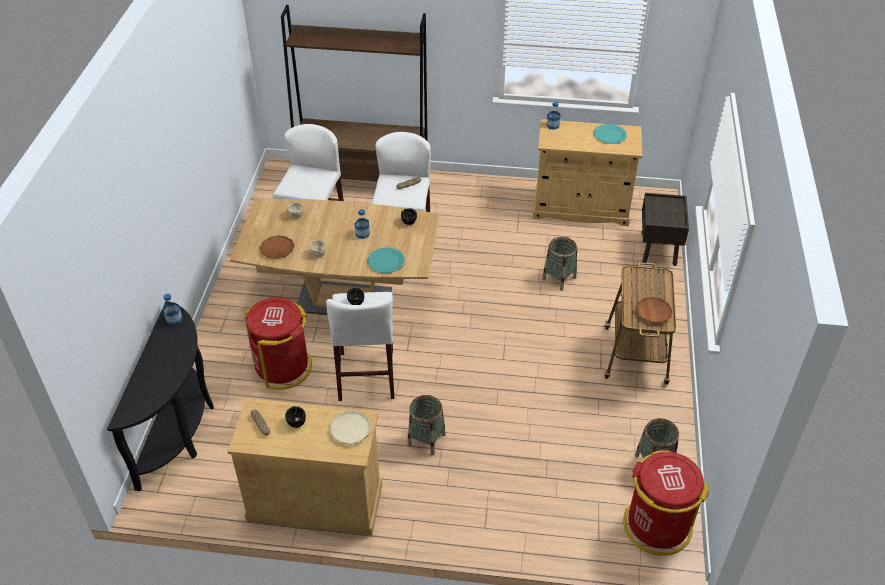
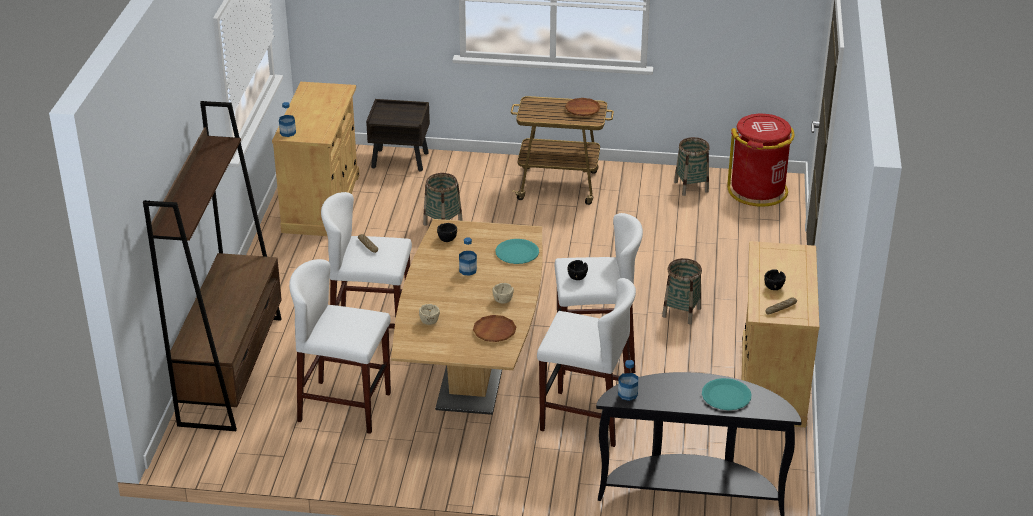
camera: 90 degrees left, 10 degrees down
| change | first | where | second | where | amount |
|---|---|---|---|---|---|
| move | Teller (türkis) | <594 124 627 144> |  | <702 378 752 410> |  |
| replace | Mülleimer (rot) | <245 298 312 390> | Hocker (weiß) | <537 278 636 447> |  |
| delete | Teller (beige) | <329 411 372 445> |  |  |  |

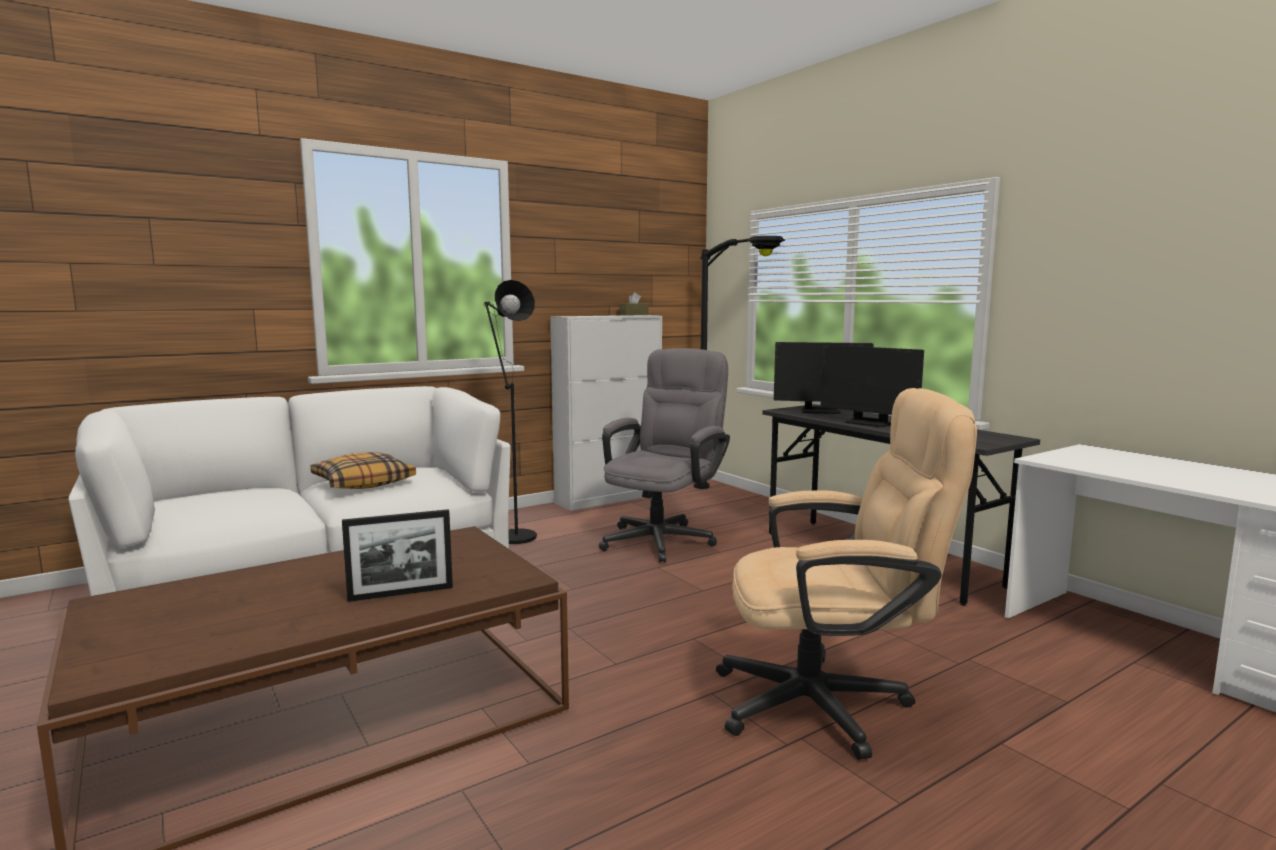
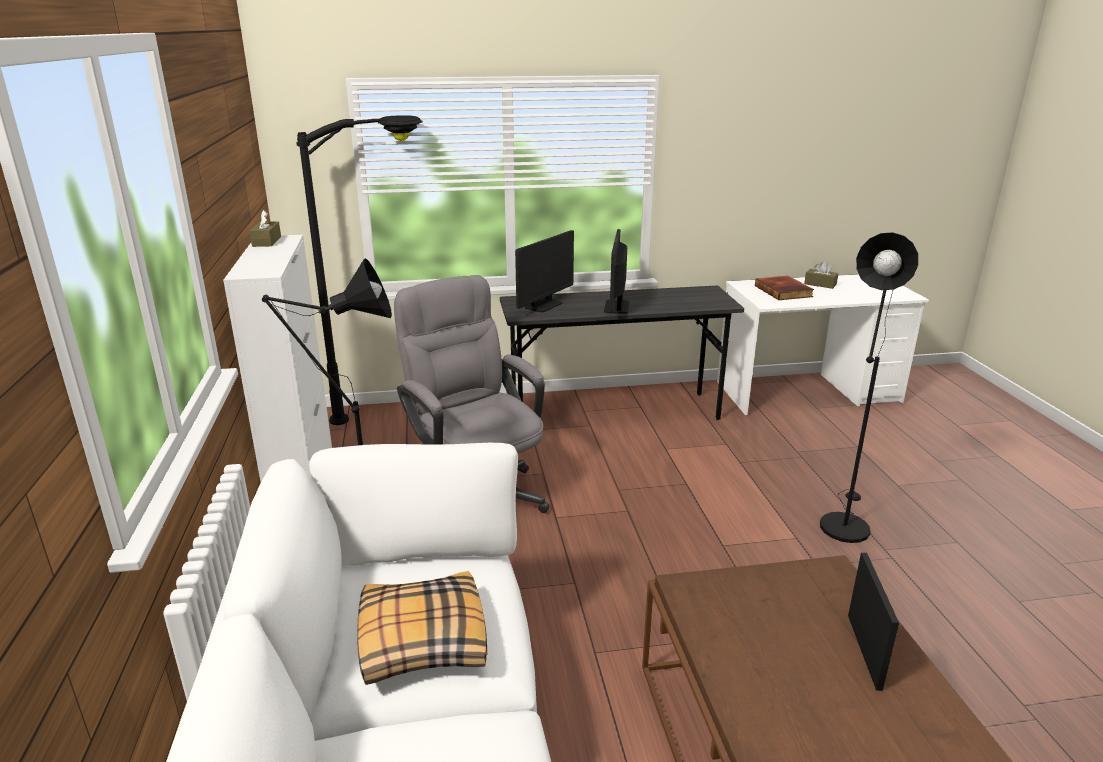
camera: 65 degrees left, 15 degrees up
| change | first | where | second | where | amount |
|---|---|---|---|---|---|
| rotate | Monitor | <821 345 924 427> |  | <604 229 629 314> | 120 degrees clockwise |
| replace | Bürostuhl (beige) | <716 388 977 760> | Stehlampe (schwarz) | <820 232 918 543> |  |
| insert |  |  | Taschentuchbox (braun) | <804 261 838 289> |  |
| insert |  |  | Buch | <755 276 814 300> |  |

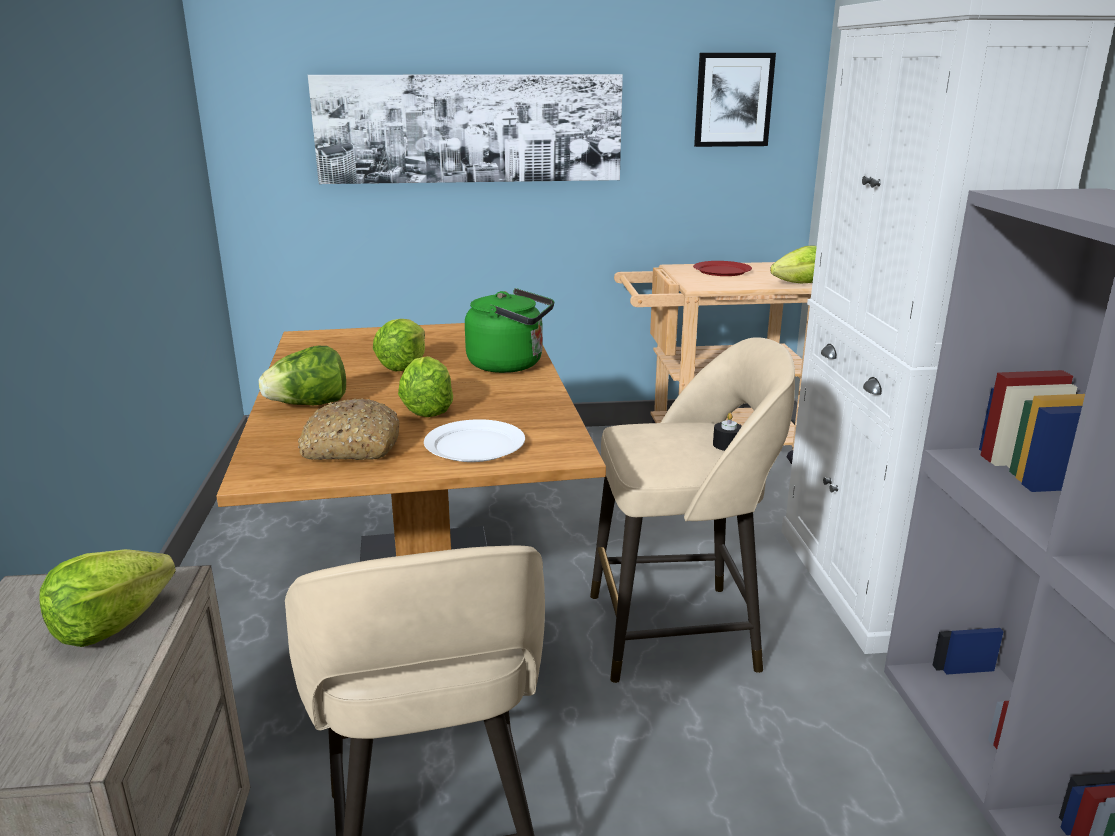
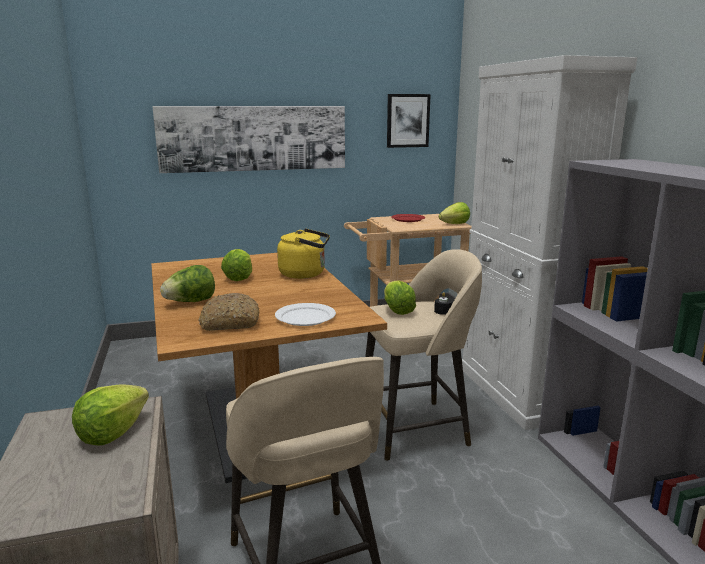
camera: 10 degrees left, 5 degrees down
| change | first | where | second | where | amount |
|---|---|---|---|---|---|
| recolor | Wasserkessel (grün) | <465 288 554 373> | Wasserkessel (gelb) | <277 229 330 279> |  |
| move | Salatkopf | <398 356 453 417> |  | <384 281 416 315> |  |

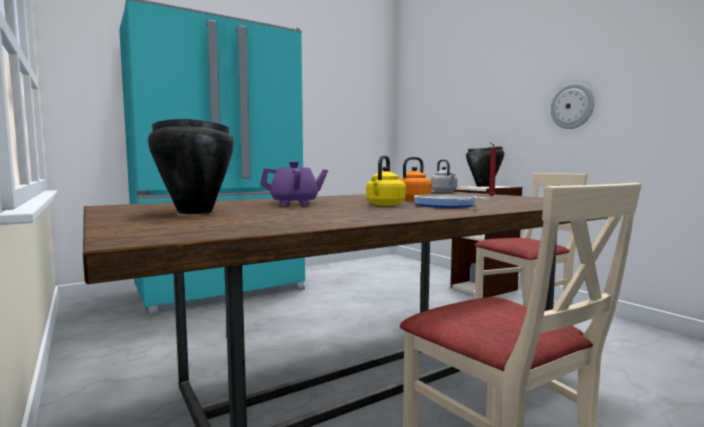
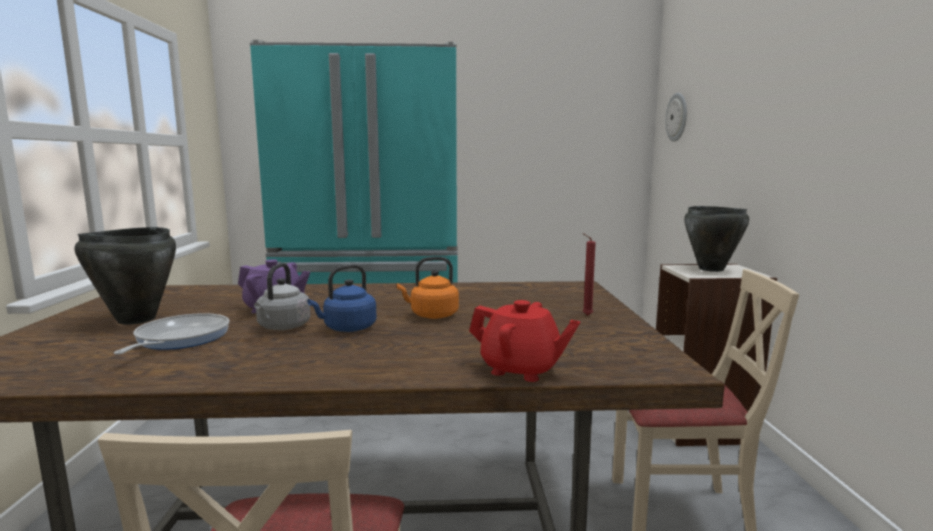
camera: 30 degrees right, 5 degrees up
| change | first | where | second | where | amount |
|---|---|---|---|---|---|
| move | Wanduhr | <551 83 594 129> |  | <665 93 687 142> |  |
| recolor | Wasserkessel (gelb) | <366 155 406 206> | Wasserkessel (blau) | <307 264 377 332> |  |
| move | Wasserkessel (grau) | <431 159 457 192> |  | <254 263 311 330> |  |
| move | Pfanne | <414 194 489 208> |  | <114 313 230 355> |  |
| insert |  |  | Teekanne (rot) | <469 300 580 382> |  |

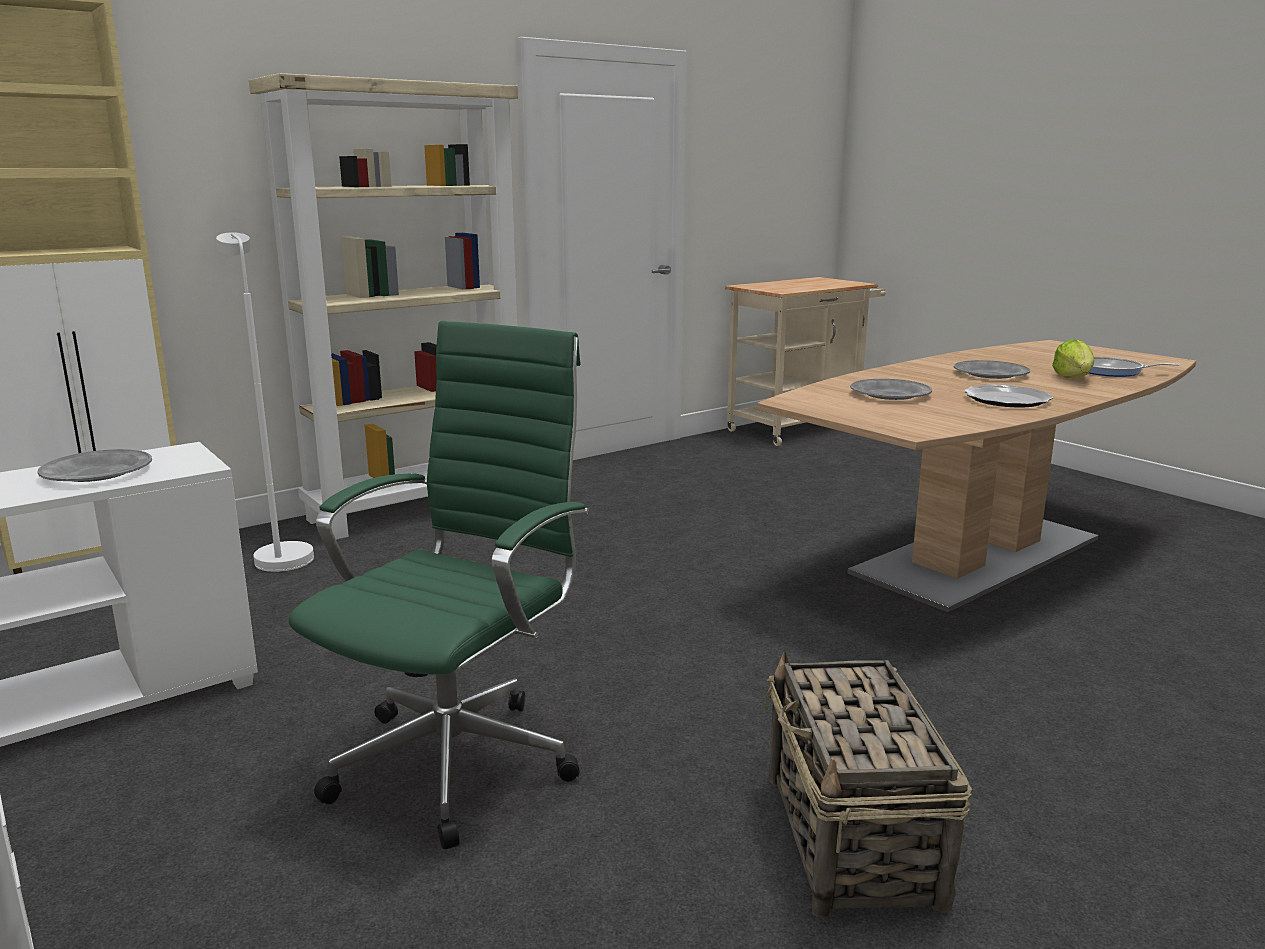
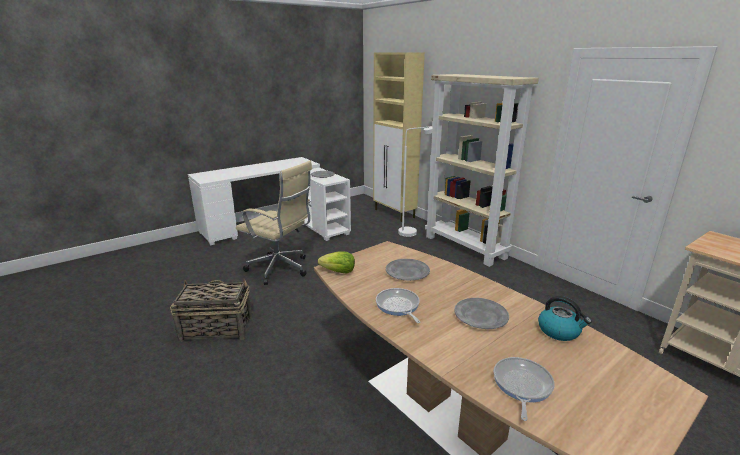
camera: 90 degrees right, 5 degrees up
| change | first | where | second | where | amount |
|---|---|---|---|---|---|
| recolor | Bürostuhl (grün) | <289 321 589 849> | Bürostuhl (beige) | <236 160 312 285> |  |
| move | Salatkopf | <1052 339 1095 378> |  | <318 252 355 274> |  |
| replace | Teller | <964 385 1053 407> | Pfanne | <376 288 420 323> |  |
| insert |  |  | Wasserkessel | <538 296 592 341> |  |

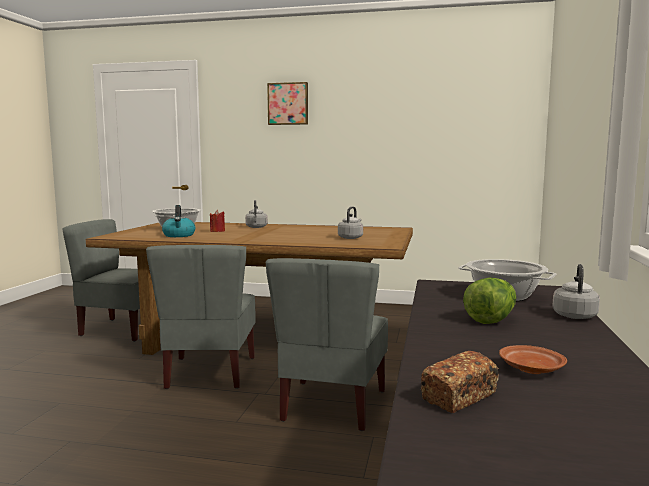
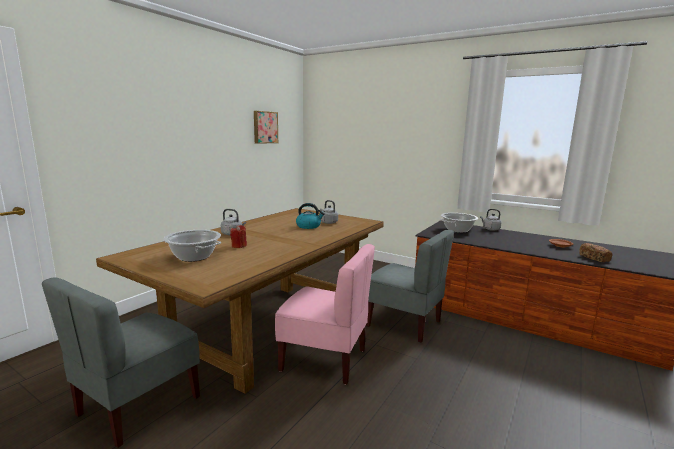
camera: 70 degrees left, 5 degrees up
| change | first | where | second | where | amount |
|---|---|---|---|---|---|
| move | Bild | <267 82 308 125> |  | <254 111 278 144> |  |
| move | Wasserkessel | <162 205 196 237> |  | <296 203 325 229> |  |
| recolor | Stuhl (grau) | <146 245 255 389> | Stuhl (rosa) | <275 244 375 385> |  |
| delete | Salatkopf | <463 278 517 324> |  |  |  |

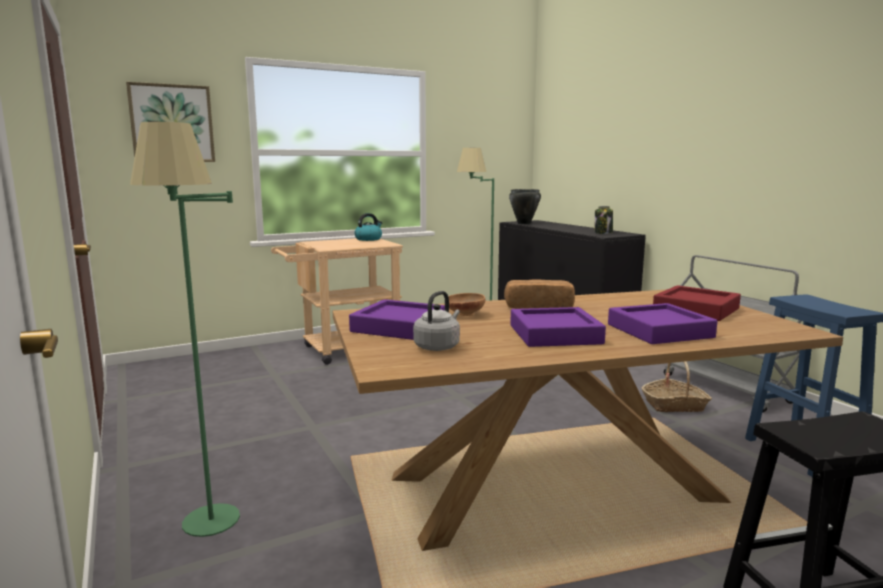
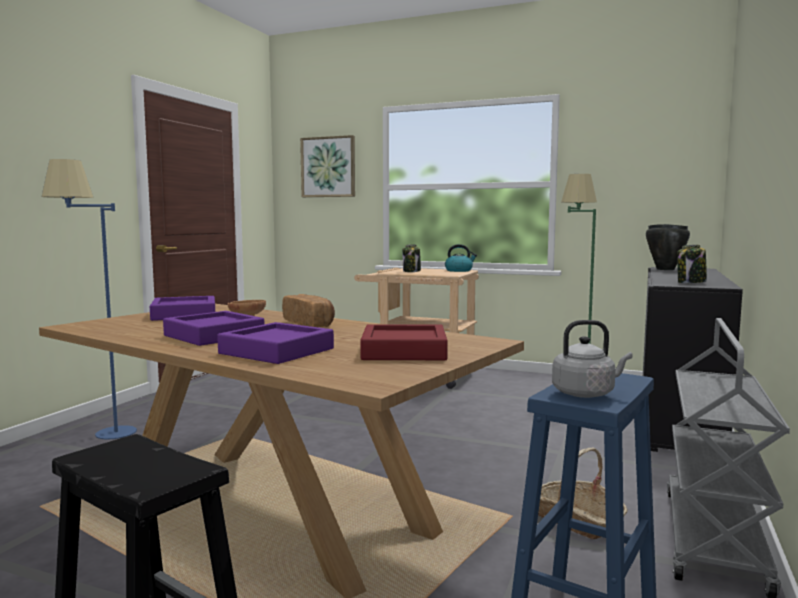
camera: 50 degrees right, 5 degrees down
| change | first | where | second | where | amount |
|---|---|---|---|---|---|
| recolor | Stehlampe (grün) | <130 122 240 537> | Stehlampe (blau) | <42 159 137 439> |  |
| move | Wasserkessel (grau) | <413 291 460 351> |  | <552 320 633 398> |  |
| insert |  |  | Vorratsglas | <402 244 421 272> |  |

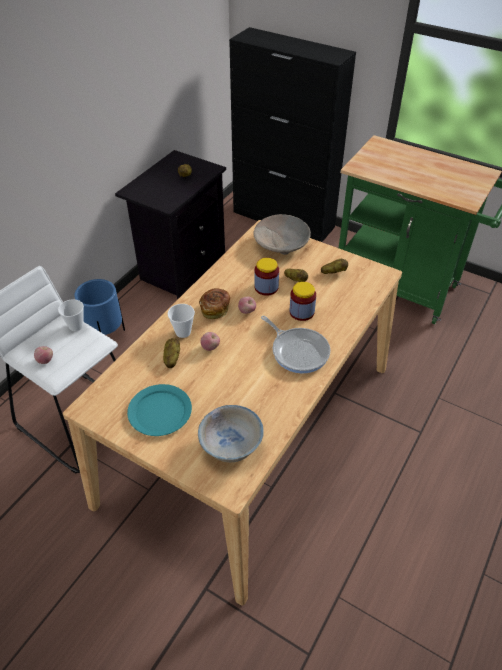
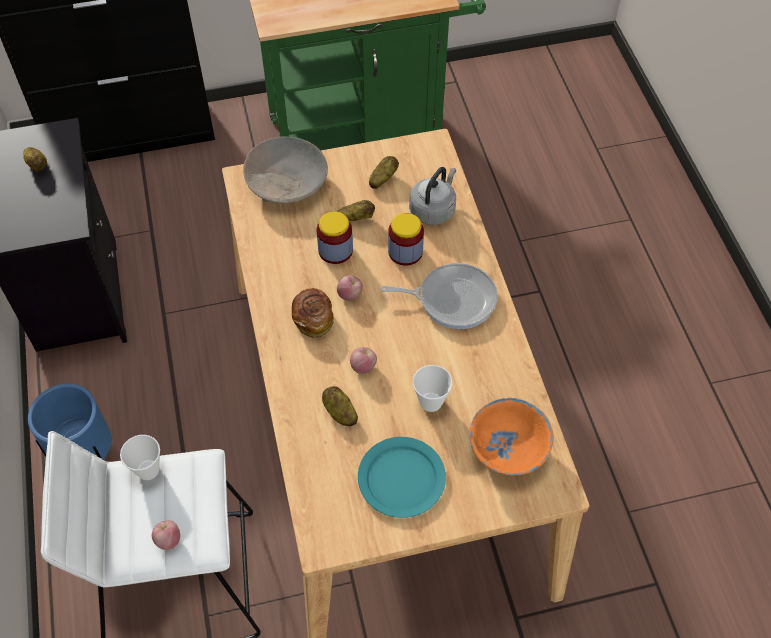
camera: 45 degrees left, 10 degrees up
| change | first | where | second | where | amount |
|---|---|---|---|---|---|
| move | Tasse | <168 304 195 338> |  | <413 365 453 412> |  |
| recolor | Schüssel (weiß) | <198 405 264 462> | Schüssel (orange) | <470 398 554 476> |  |
| insert |  |  | Wasserkessel (grau) | <409 167 456 225> |  |

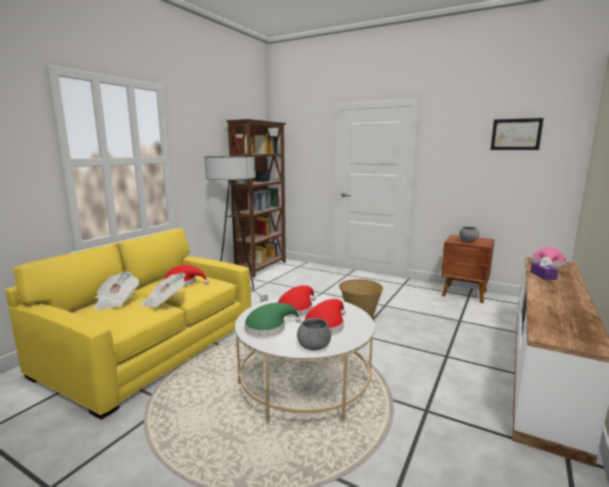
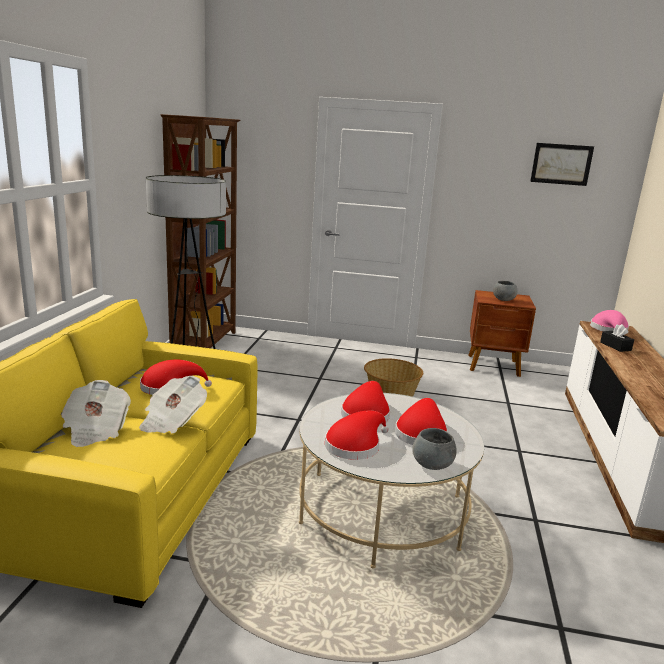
camera: 20 degrees left, 5 degrees up
| change | first | where | second | where | amount |
|---|---|---|---|---|---|
| recolor | Taschentuchbox (lila) | <530 257 558 280> | Taschentuchbox (schwarz) | <600 324 634 352> |  |
| recolor | Hut (grün) | <244 303 301 337> | Hut (rot) | <325 411 389 460> |  |

